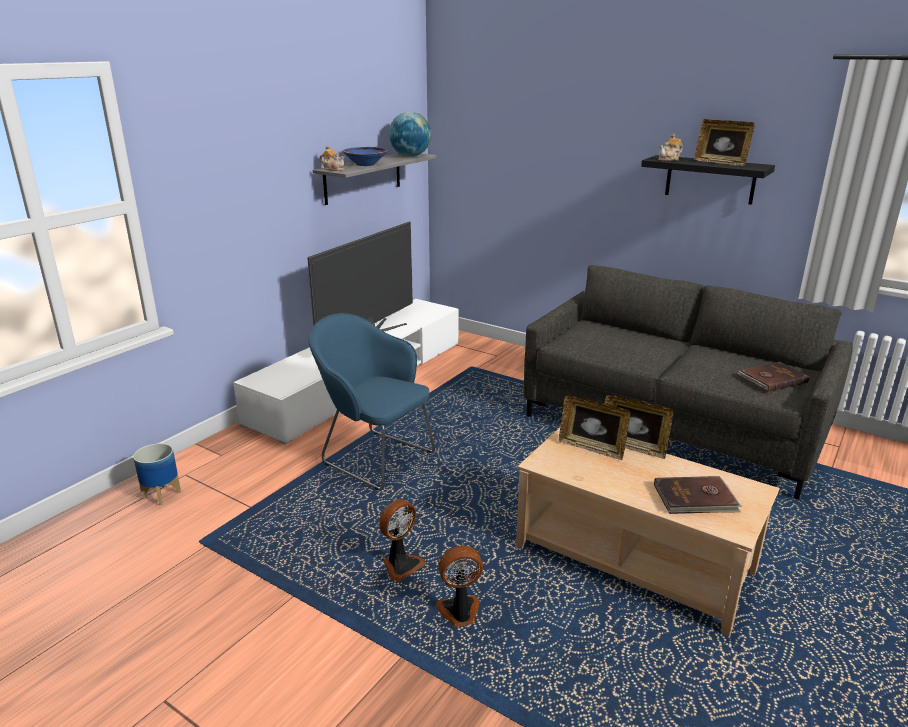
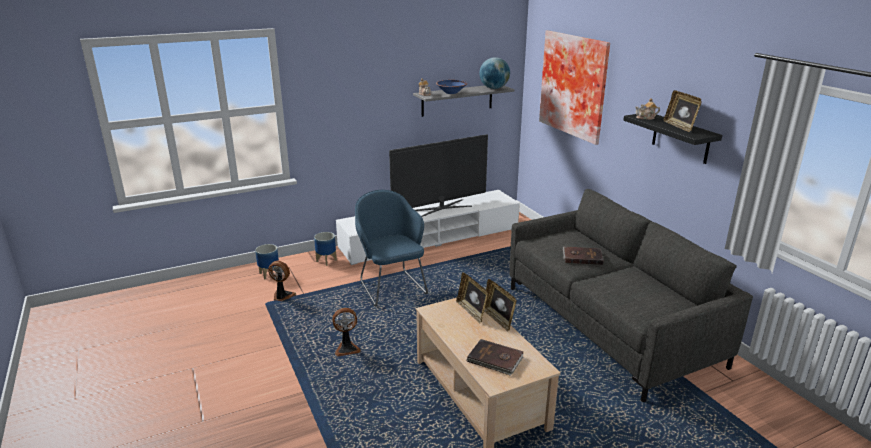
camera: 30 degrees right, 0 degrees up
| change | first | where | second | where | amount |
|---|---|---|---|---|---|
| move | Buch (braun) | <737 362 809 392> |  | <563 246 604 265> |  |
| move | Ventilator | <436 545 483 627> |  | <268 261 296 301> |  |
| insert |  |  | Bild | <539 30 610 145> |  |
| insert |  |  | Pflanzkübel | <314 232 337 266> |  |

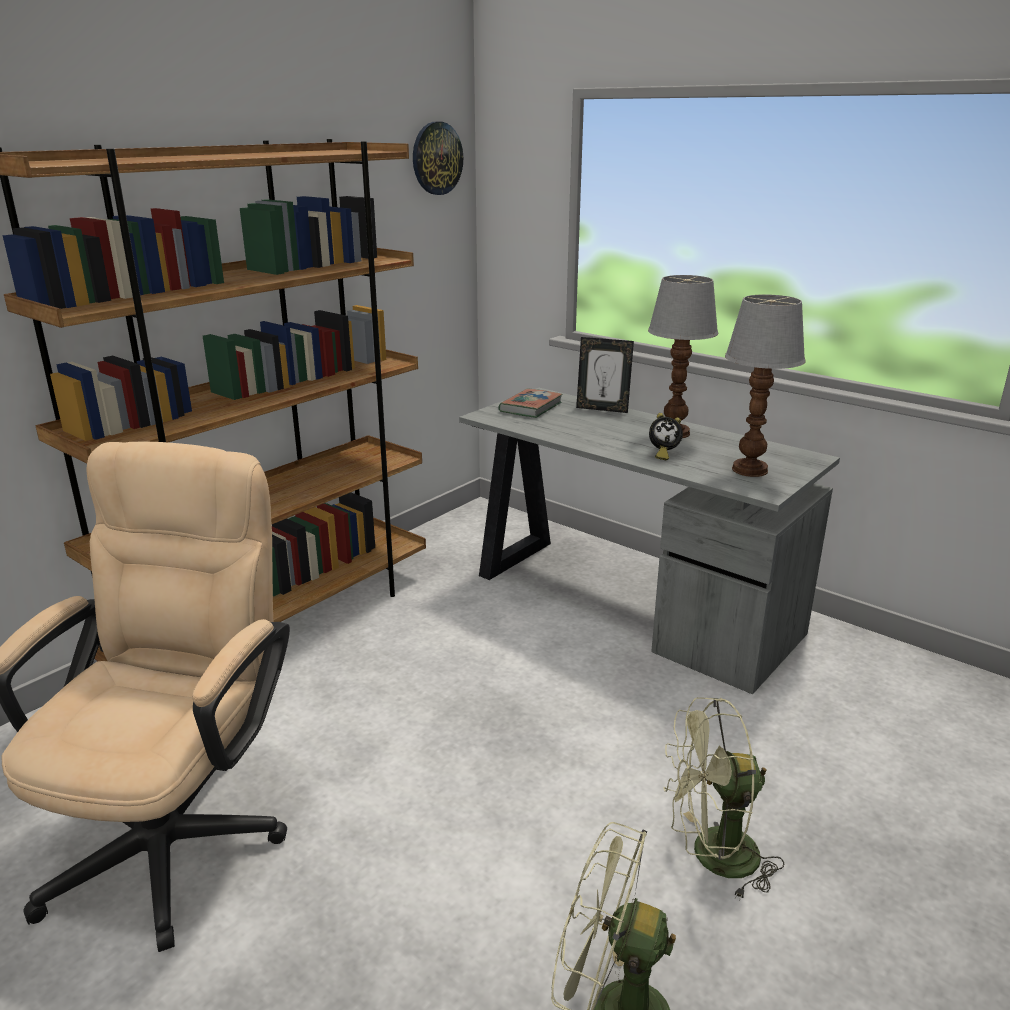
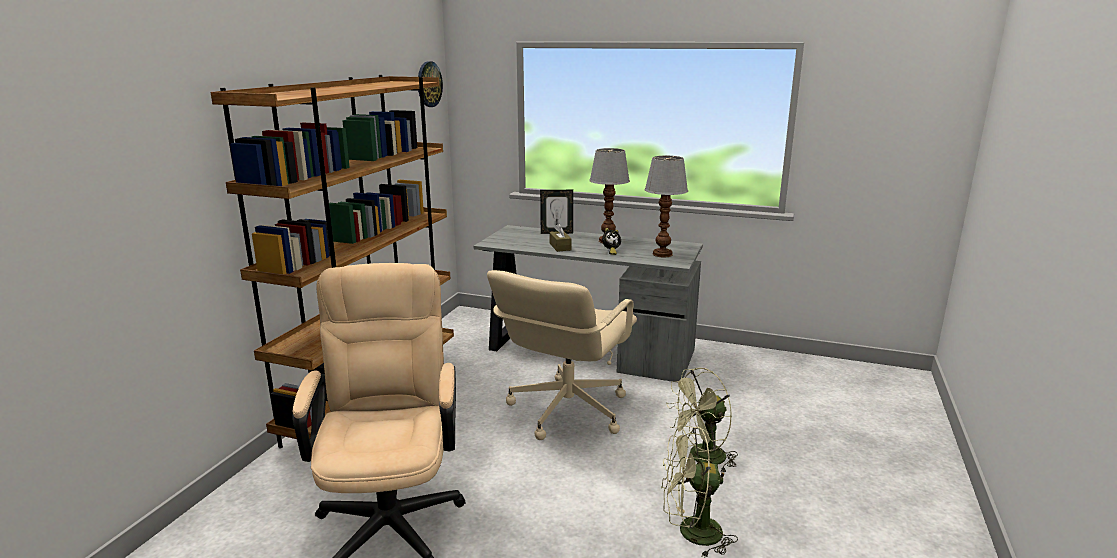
camera: 20 degrees left, 5 degrees down
| change | first | where | second | where | amount |
|---|---|---|---|---|---|
| delete | Buch | <499 389 563 418> |  |  |  |
| insert |  |  | Taschentuchbox (braun) | <549 223 572 252> |  |
| insert |  |  | Bürostuhl (beige) | <487 270 637 440> |  |

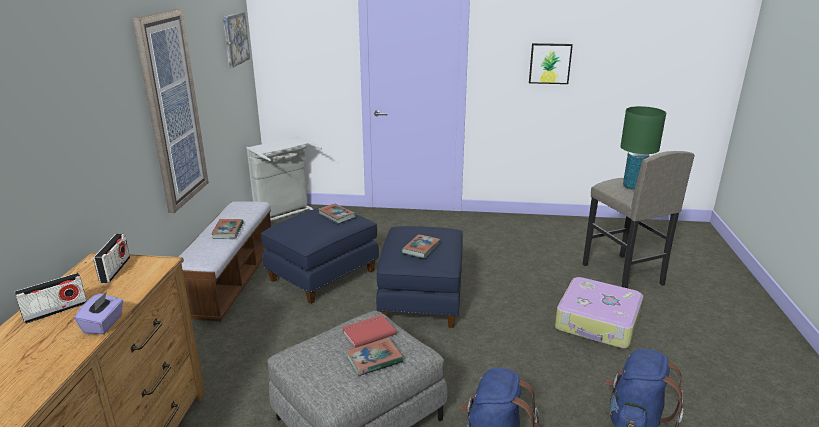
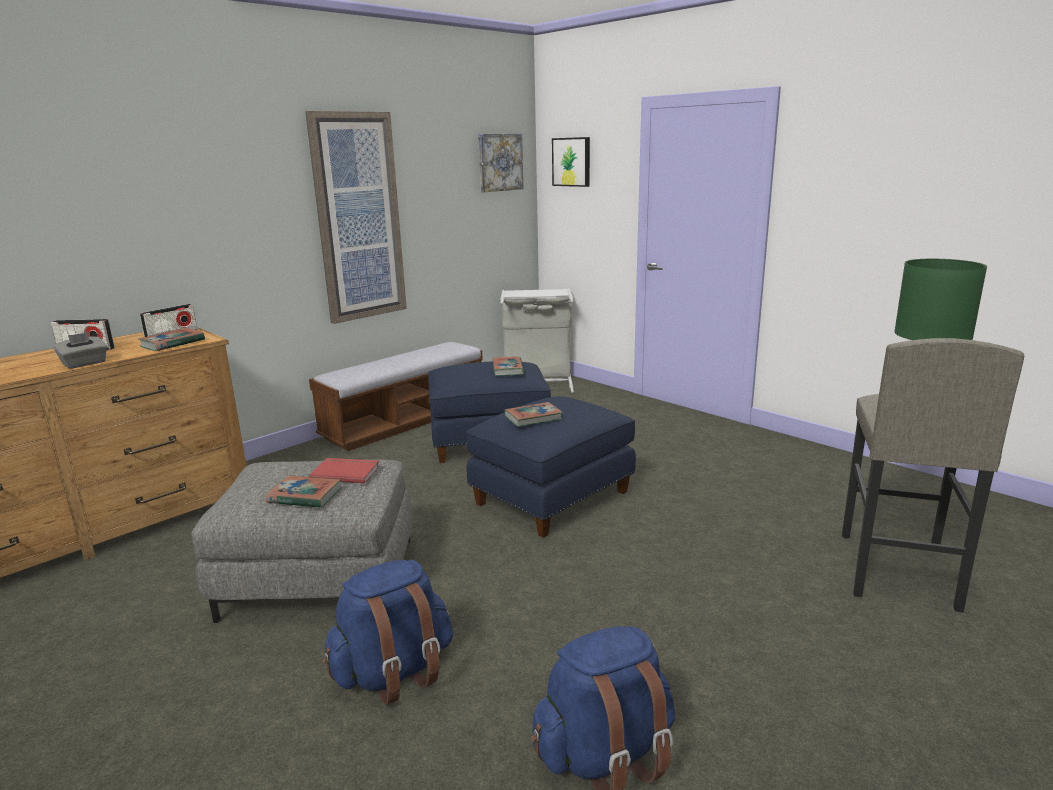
camera: 40 degrees right, 5 degrees down
| change | first | where | second | where | amount |
|---|---|---|---|---|---|
| move | Bild | <529 43 573 84> |  | <552 137 590 187> |  |
| move | Buch | <211 219 244 239> |  | <139 328 205 351> |  |
| delete | Koffer | <555 277 643 348> |  |  |  |
| recolor | Taschentuchbox (lila) | <74 292 124 334> | Taschentuchbox (grau) | <53 332 107 369> |  |

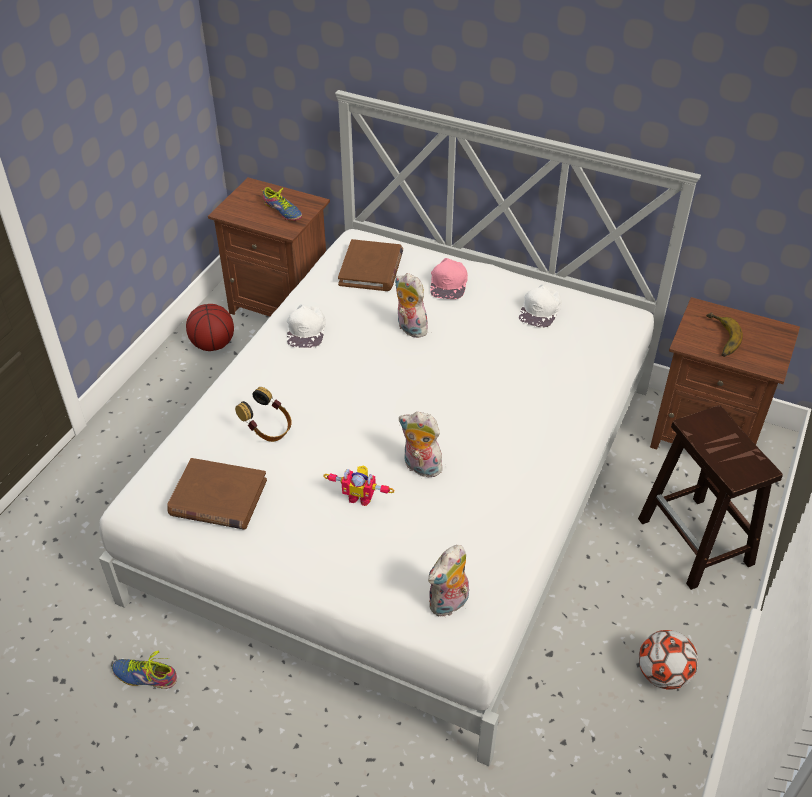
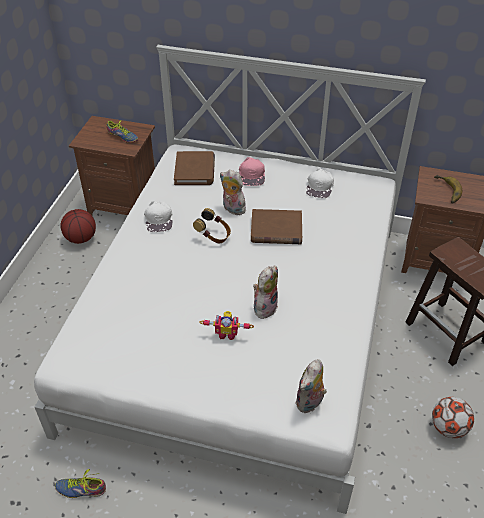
camera: 10 degrees left, 0 degrees up
| change | first | where | second | where | amount |
|---|---|---|---|---|---|
| move | Kopfhörer | <235 387 292 442> |  | <193 208 231 244> |  |
| rotate | Plüschtier | <399 412 443 477> |  | <253 266 278 319> | 105 degrees clockwise |
| move | Buch (braun) | <167 458 267 530> |  | <251 209 302 244> |  |

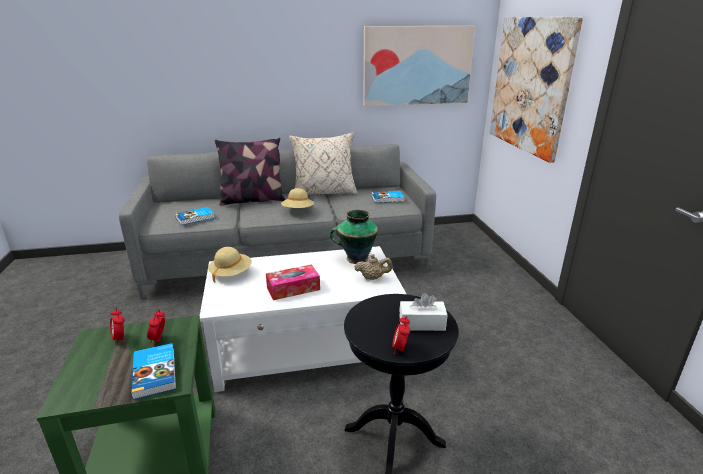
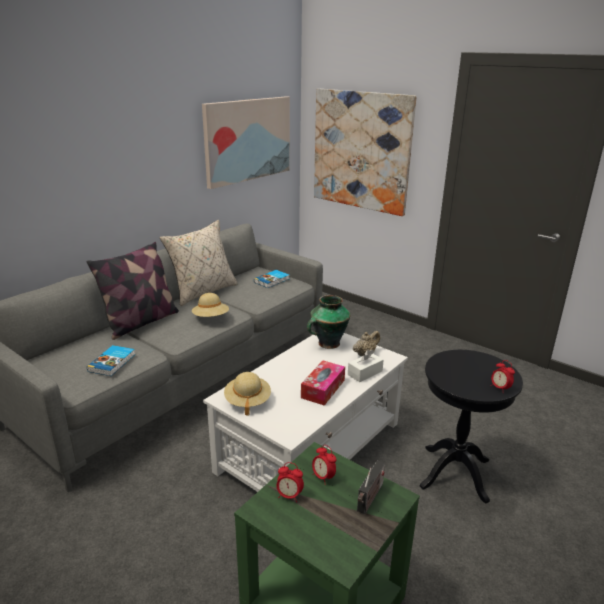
camera: 40 degrees left, 0 degrees up
| change | first | where | second | where | amount |
|---|---|---|---|---|---|
| move | Taschentuchbox (weiß) | <399 293 447 331> |  | <348 349 384 382> |  |
| replace | Buch | <131 343 176 400> | Radio | <357 460 385 514> |  |

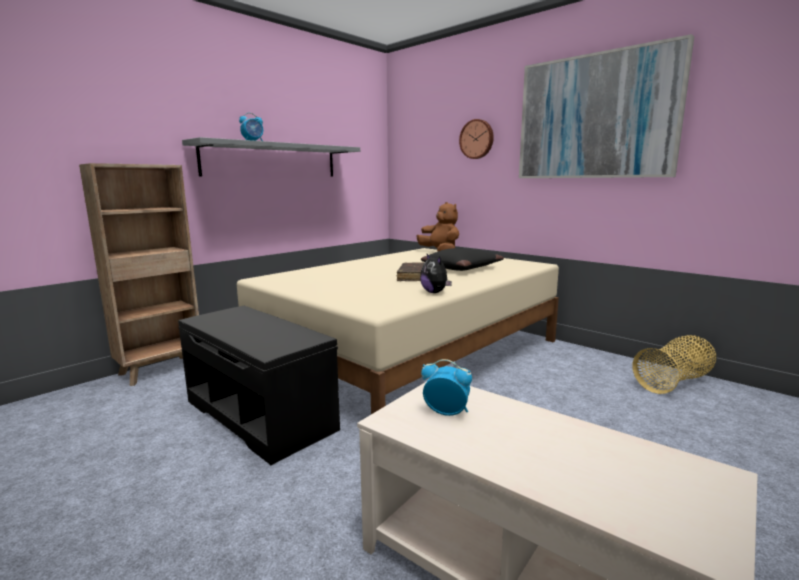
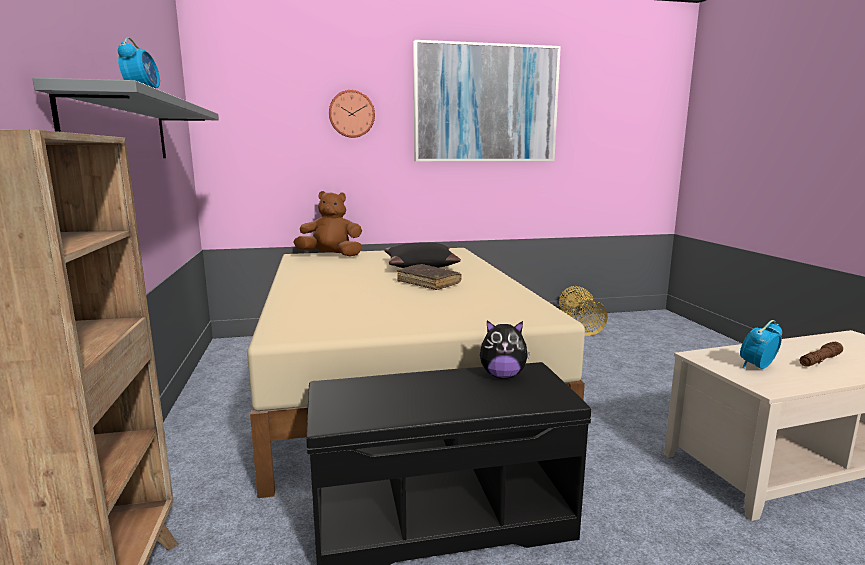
camera: 55 degrees left, 0 degrees up
| change | first | where | second | where | amount |
|---|---|---|---|---|---|
| move | Plüschtier | <420 254 452 293> |  | <480 320 530 379> |  |
| insert |  |  | Taschenlampe (braun) | <800 342 843 367> |  |

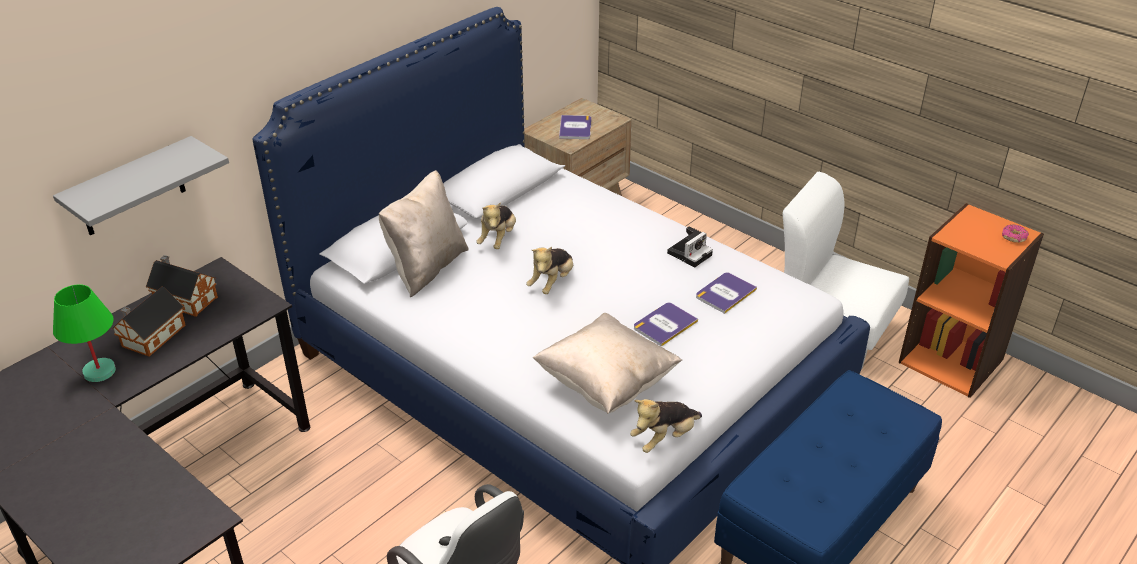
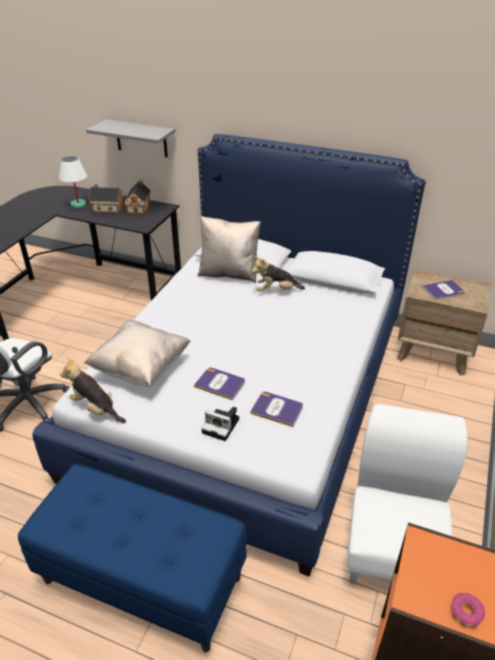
camera: 70 degrees right, 0 degrees up
| change | first | where | second | where | amount |
|---|---|---|---|---|---|
| move | Kamera | <667 226 713 268> |  | <202 407 239 441> |  |
| delete | Plüschtier | <526 247 573 294> |  |  |  |
| recolor | Tischlampe (grün) | <53 284 116 382> | Tischlampe (weiß) | <59 156 87 208> |  |

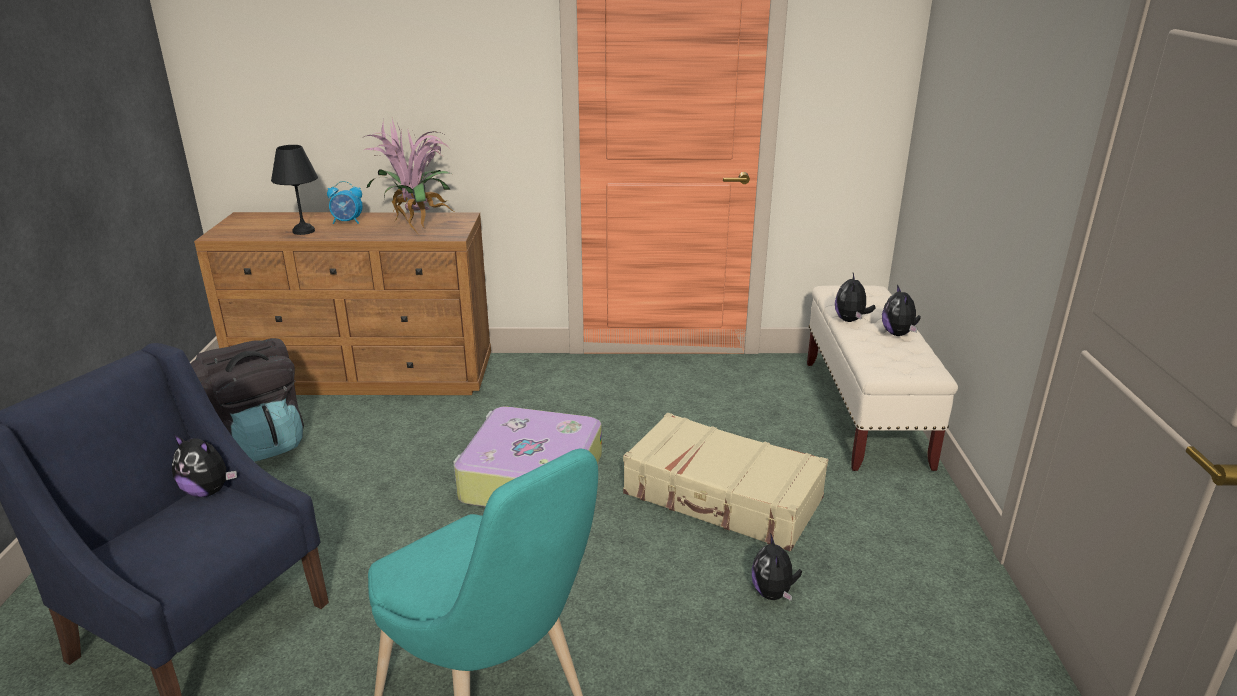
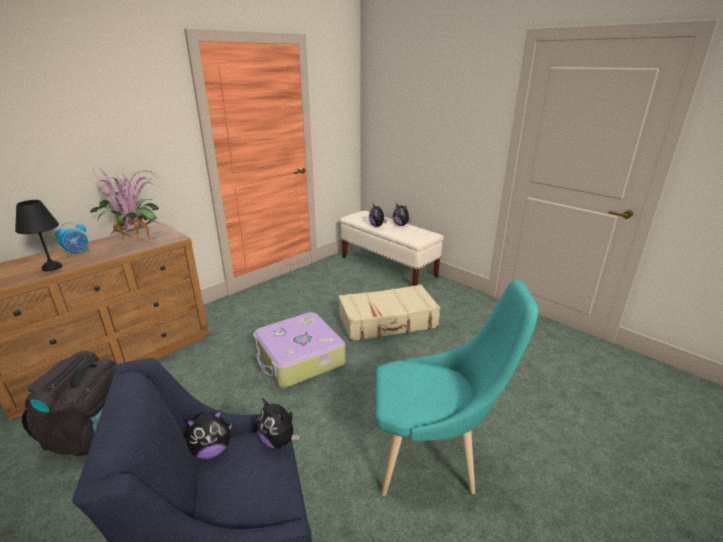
camera: 45 degrees left, 0 degrees up
| change | first | where | second | where | amount |
|---|---|---|---|---|---|
| move | Plüschtier | <752 533 802 601> |  | <257 398 300 449> |  |

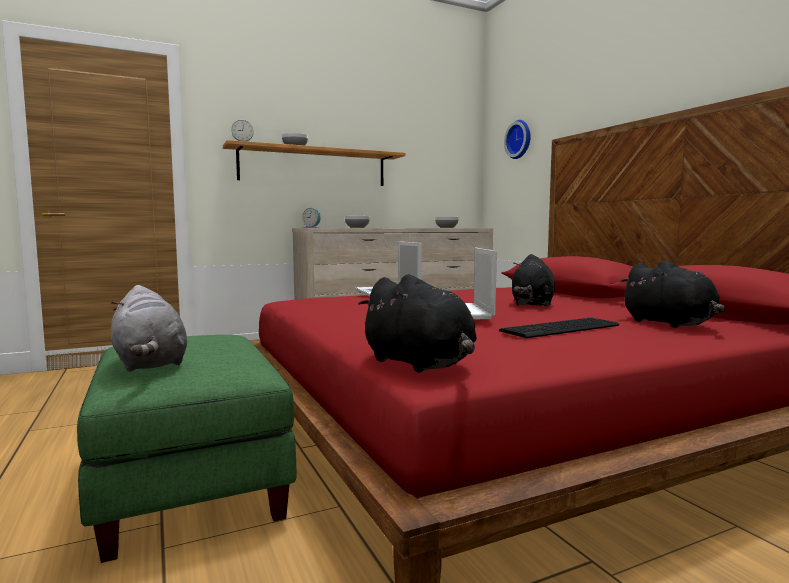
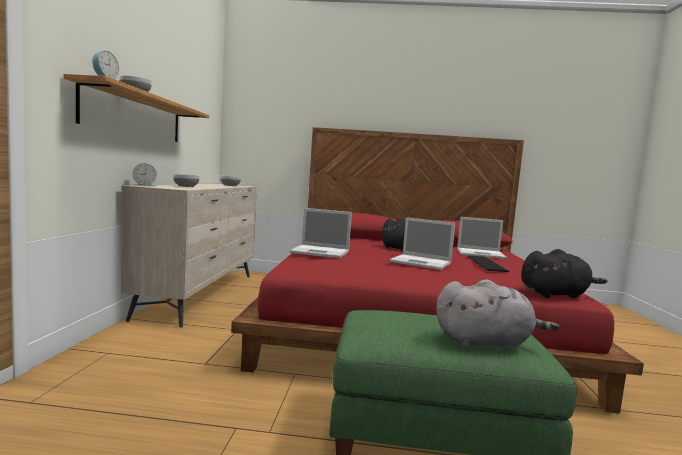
camera: 60 degrees left, 0 degrees up
| change | first | where | second | where | amount |
|---|---|---|---|---|---|
| delete | Wanduhr | <504 120 531 159> |  |  |  |
| replace | Plüschtier (schwarz) | <619 261 725 328> | Laptop | <457 217 507 259> |  |

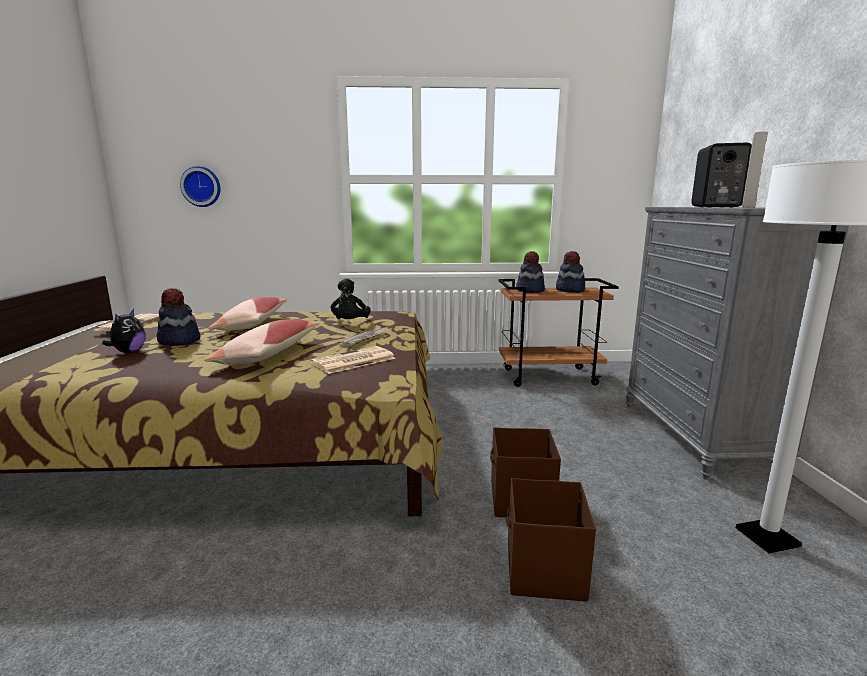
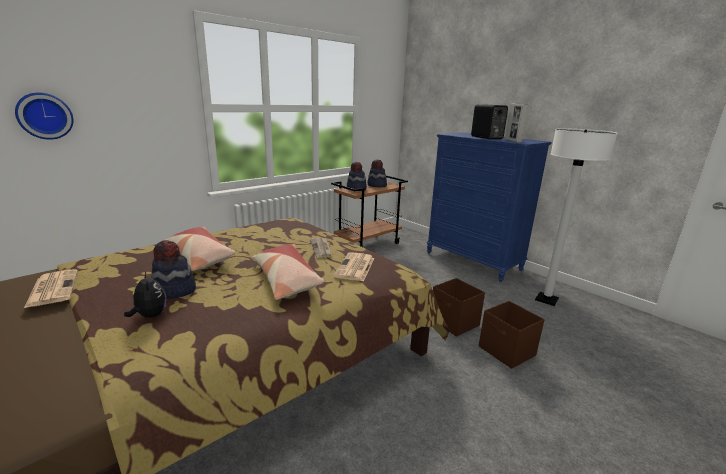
camera: 40 degrees left, 5 degrees up
| change | first | where | second | where | amount |
|---|---|---|---|---|---|
| recolor | Kommode (grau) | <626 207 849 480> | Kommode (blau) | <427 132 552 282> |  |
| delete | Plüschtier (schwarz) | <331 278 371 319> |  |  |  |

